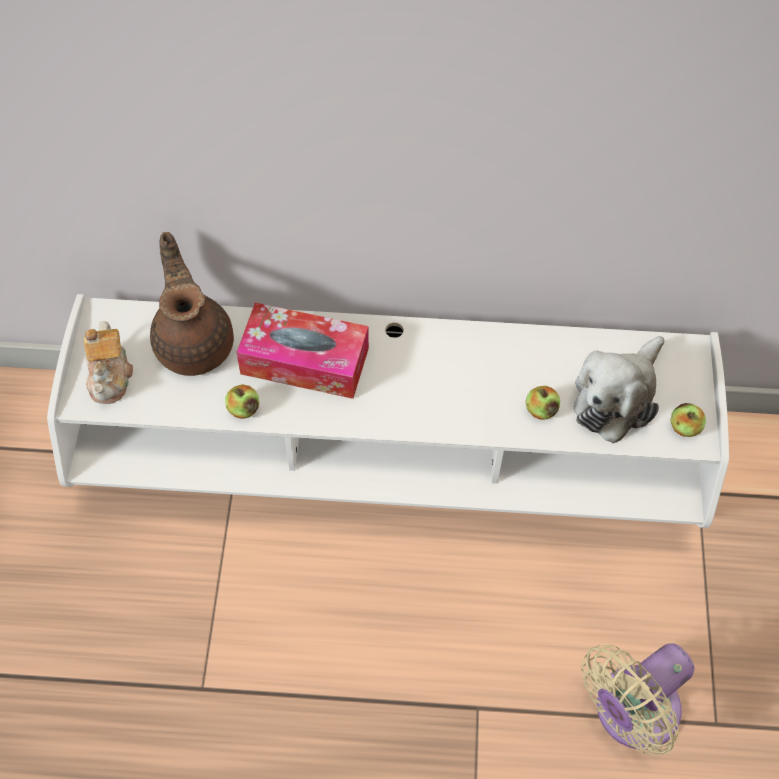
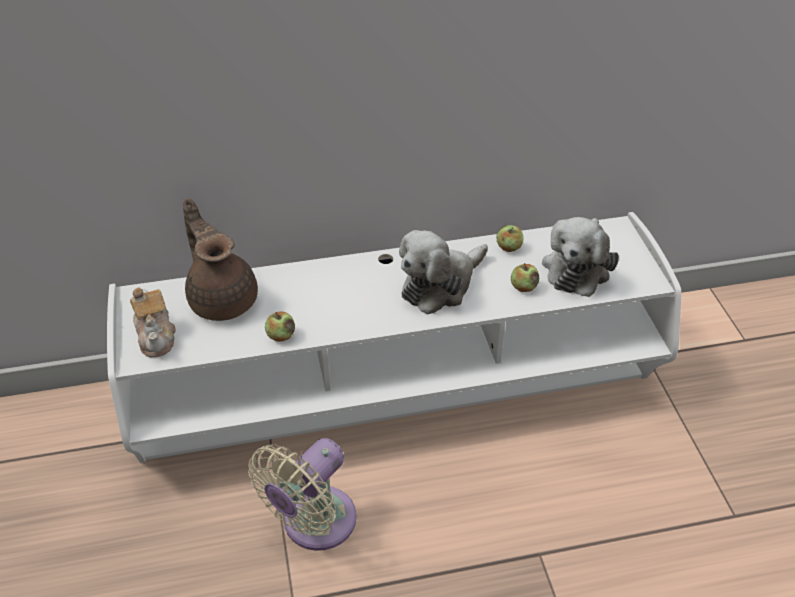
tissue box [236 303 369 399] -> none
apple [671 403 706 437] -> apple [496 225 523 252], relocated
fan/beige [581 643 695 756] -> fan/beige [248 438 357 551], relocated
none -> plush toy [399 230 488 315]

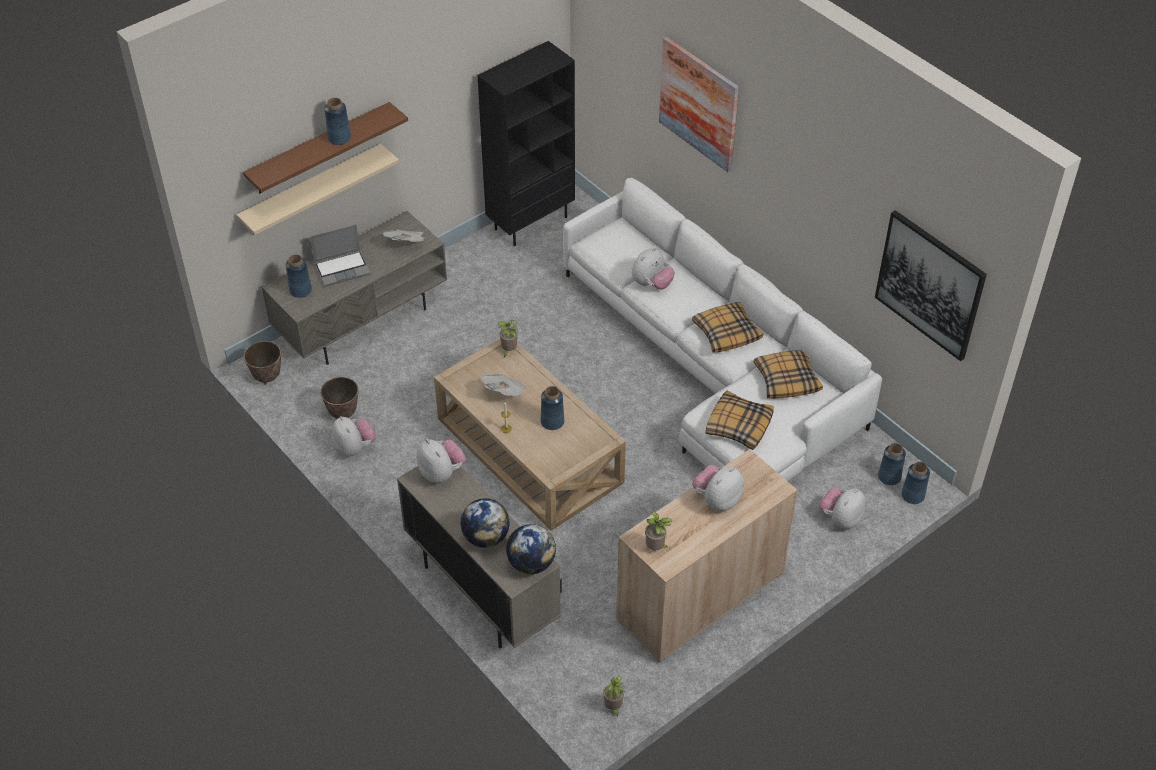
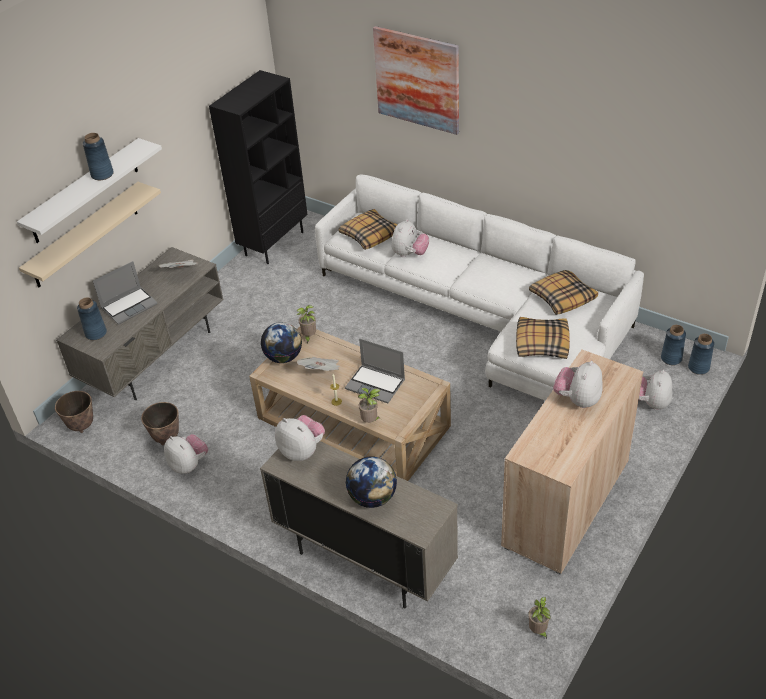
shelf/brown [243 102 408 193] -> shelf/white [17 138 162 243]
picture [875 210 987 361] -> none
pillow [692 302 763 353] -> pillow [338 209 398 250], relocated
vase/blue [541 386 564 430] -> laptop [345 338 405 403]
potted plant [645 511 672 550] -> potted plant [358 388 381 423], relocated
globe [506 524 556 574] -> globe [261 322 302 363], relocated

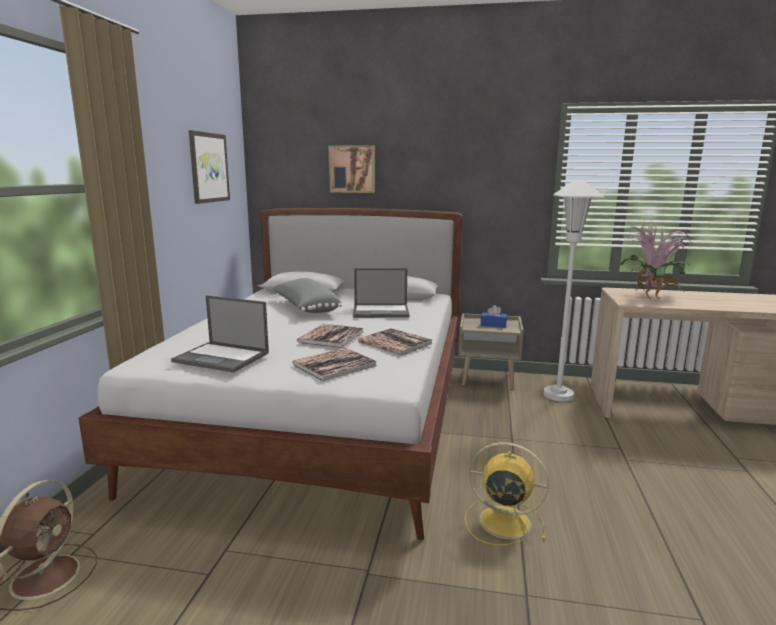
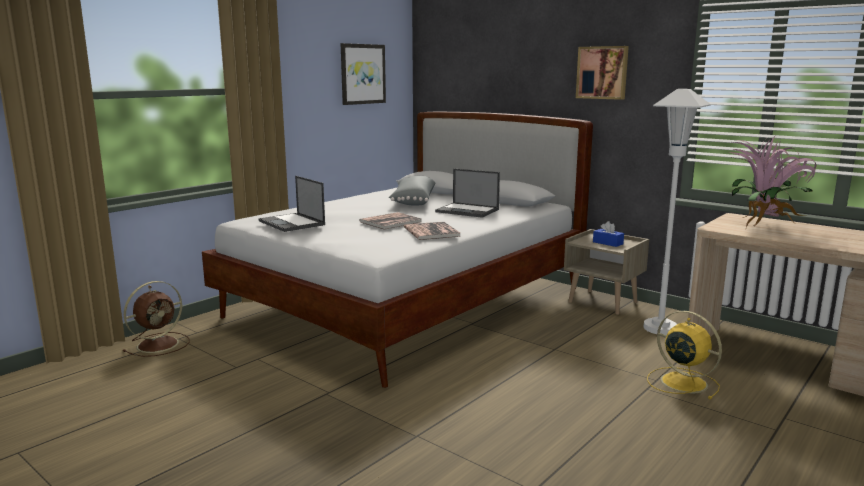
picture [329 145 375 193] -> picture [576 46 629 100], relocated
book [292 348 377 381] -> none
fan/yellow [465 442 549 546] -> fan/yellow [647 311 722 399], relocated

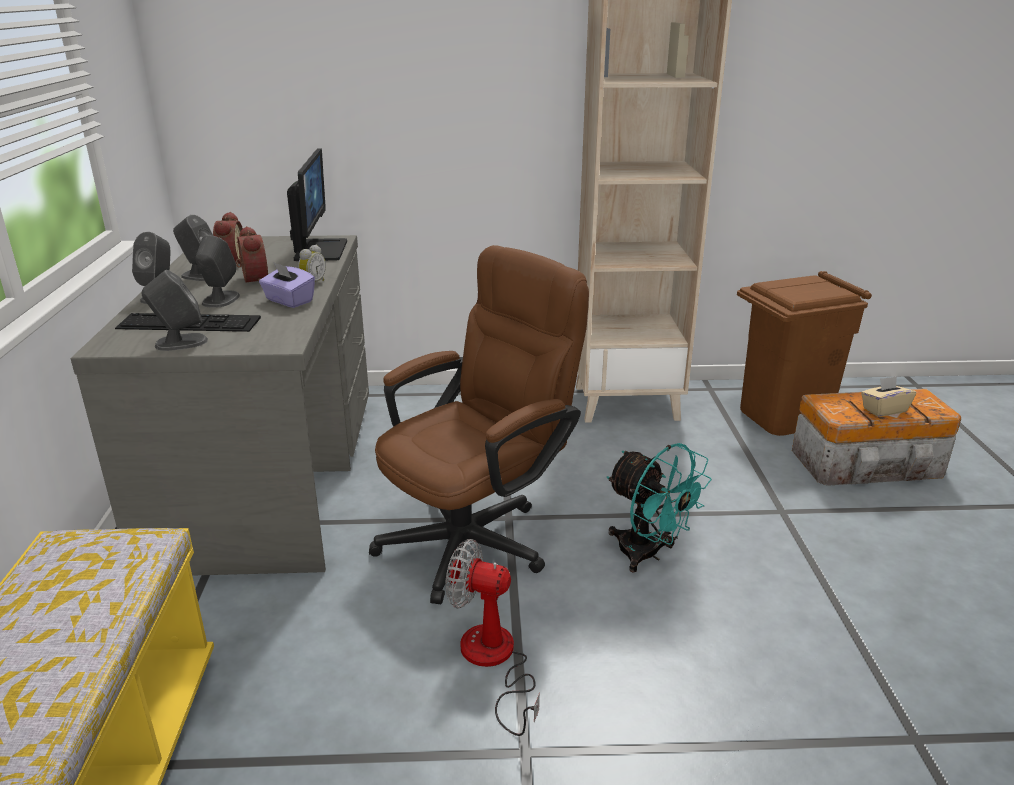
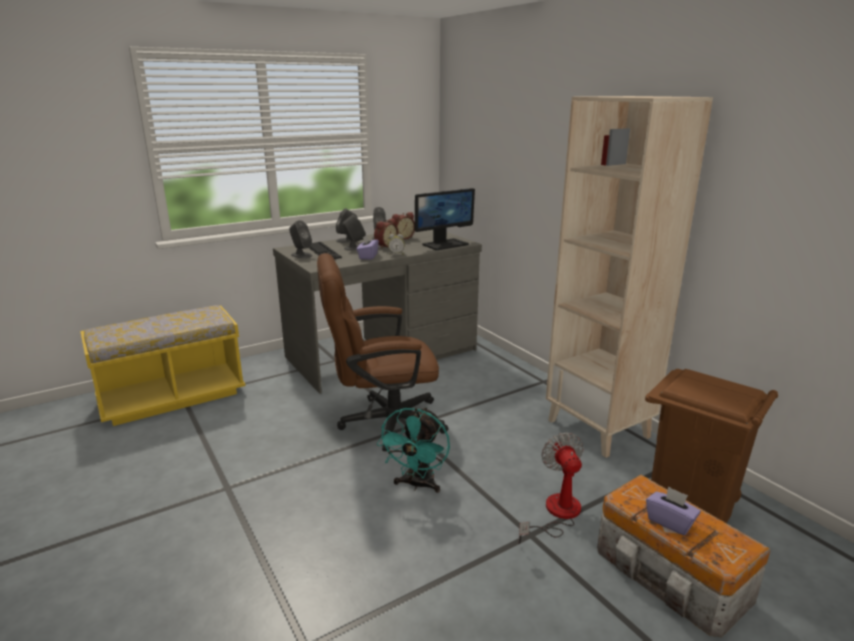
office chair/brown [369 245 589 604] -> office chair/brown [317 253 448 451], 150 degrees clockwise
tissue box/beige [861 376 916 417] -> tissue box/purple [646 486 701 536]
fan [445 539 540 736] -> fan [519 432 584 544], relocated

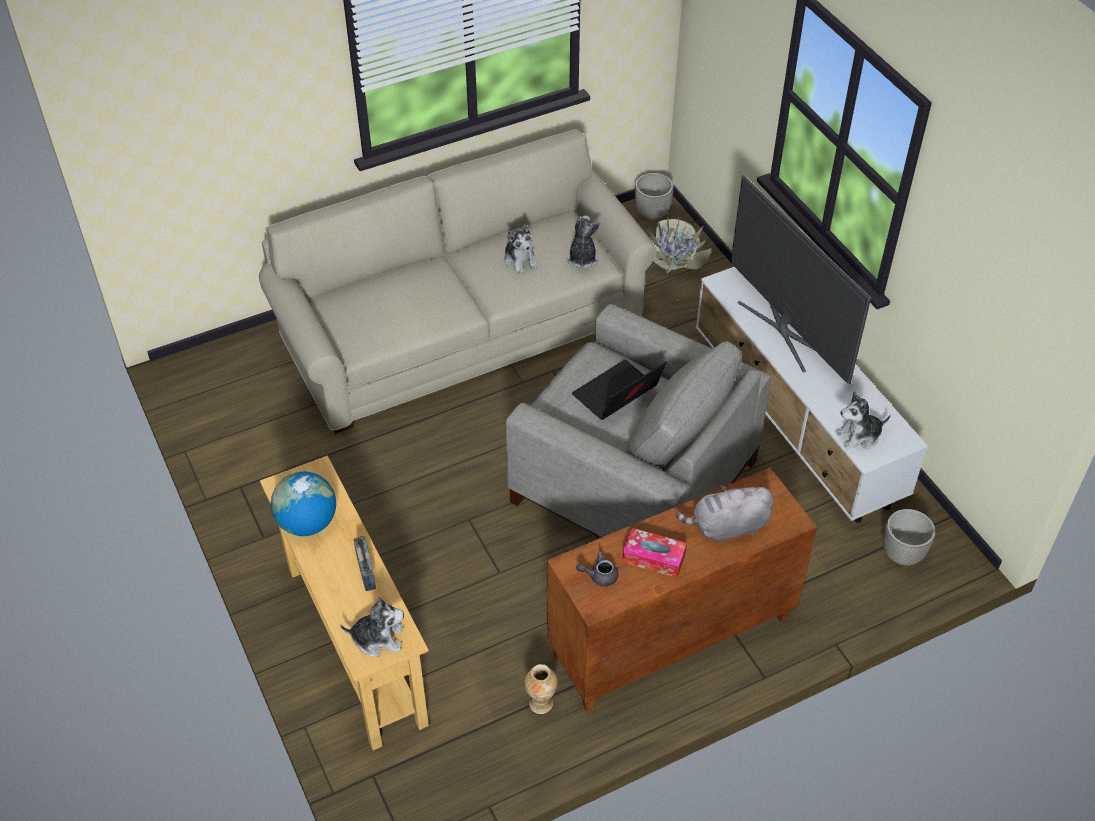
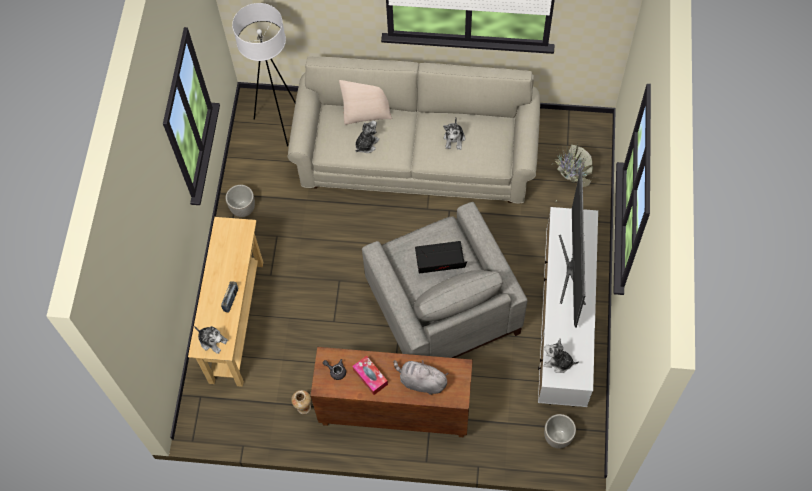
planter [635 173 674 220] -> planter [226 185 255 217], relocated
plush toy [566 216 601 268] -> plush toy [355 121 380 153], relocated
globe [271 472 336 536] -> none
none -> floor lamp/white [232 3 296 146]
none -> pillow/beige [339 80 392 125]

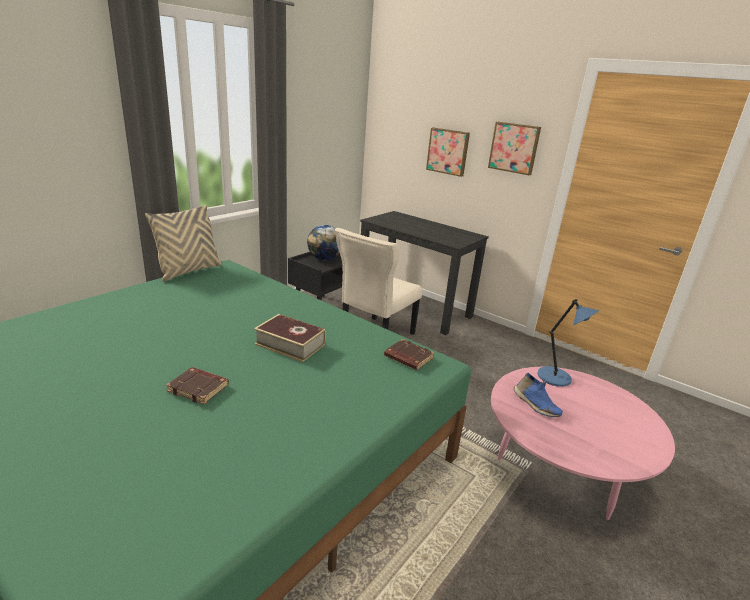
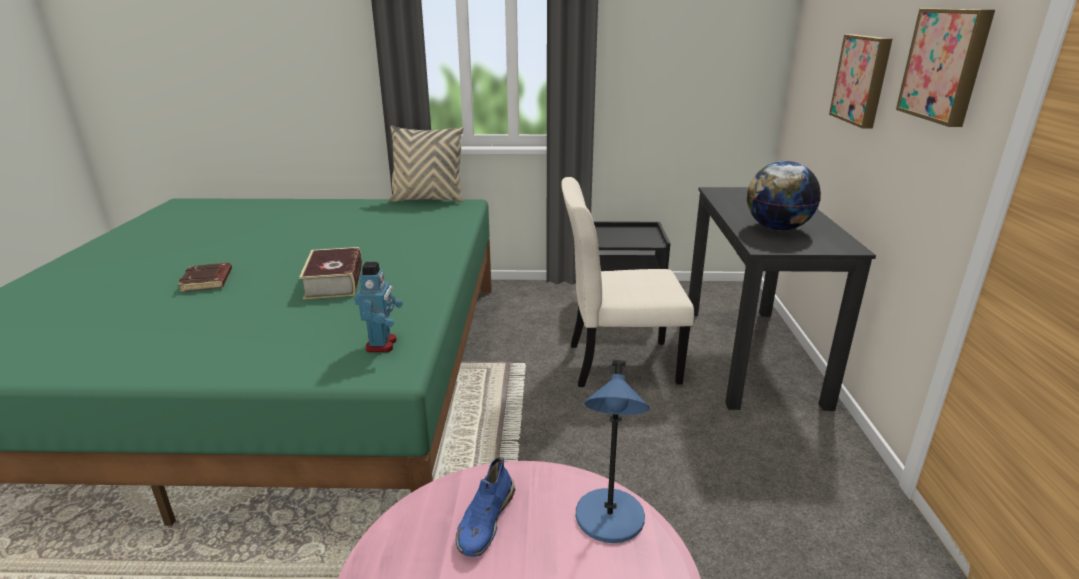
globe [307 225 339 260] -> globe [747 161 821 231], relocated
book/brown [384 339 434 370] -> toy robot [354 262 403 352]

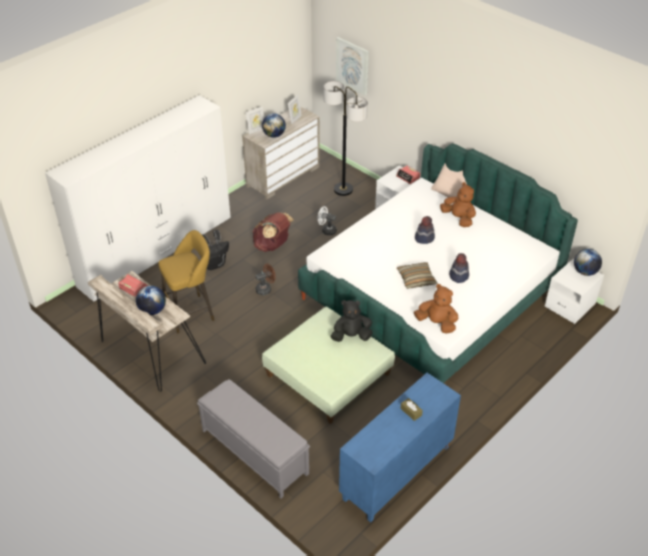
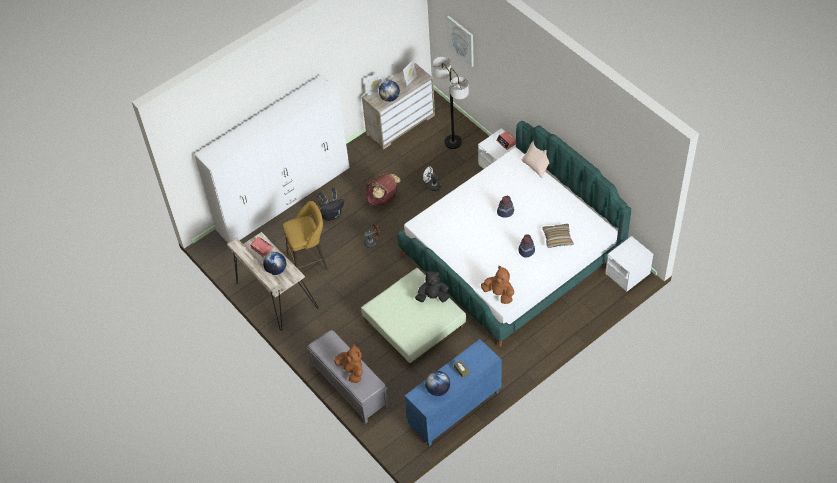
plush toy/brown [440 182 476 227] -> plush toy/brown [334 343 363 383], relocated
globe [574 249 602 276] -> globe [425 371 450 396], relocated
pillow [397 262 438 289] -> pillow [542 224 574 248], relocated

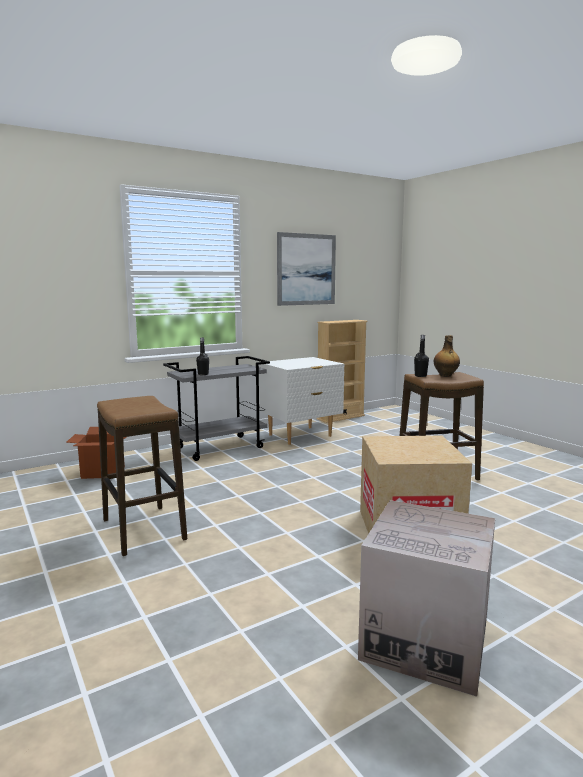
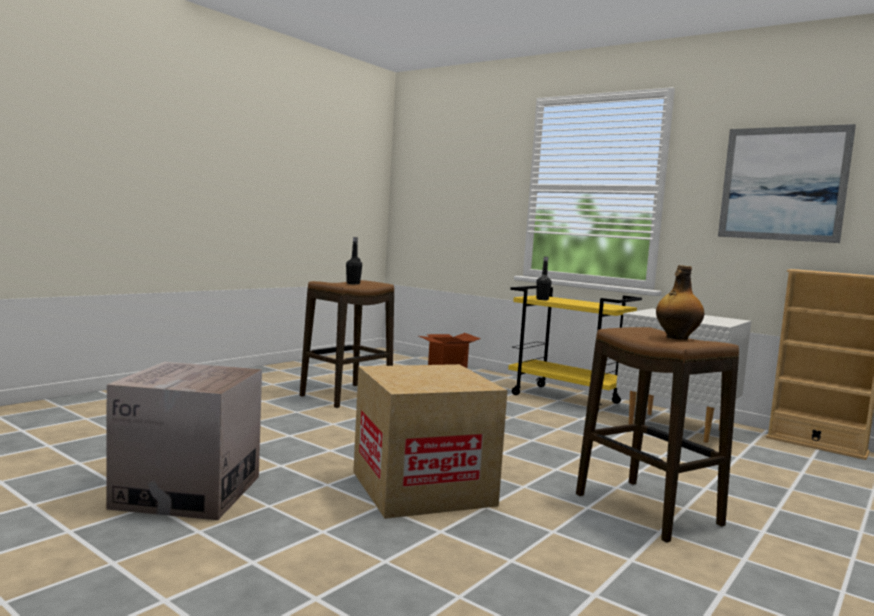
bottle/black [414 335 429 377] -> bottle/black [346 237 362 285], relocated
cart/grey [163 356 270 461] -> cart/yellow [508 286 642 411]

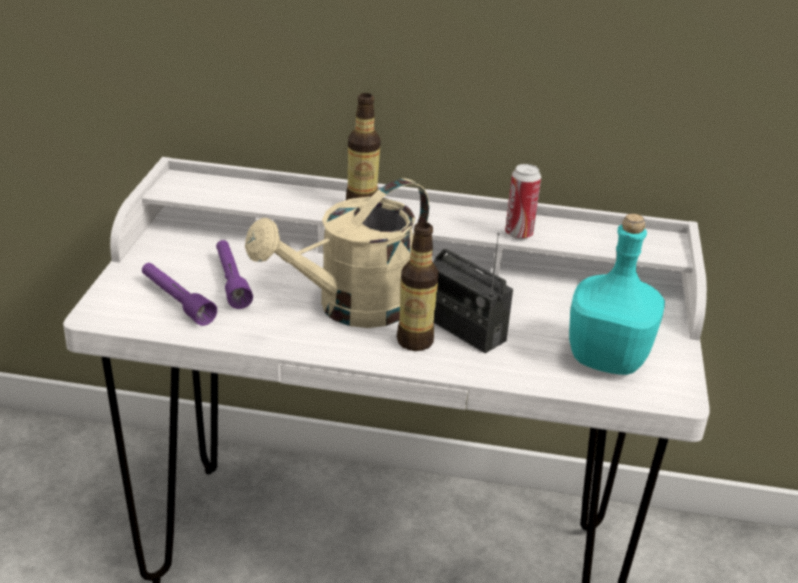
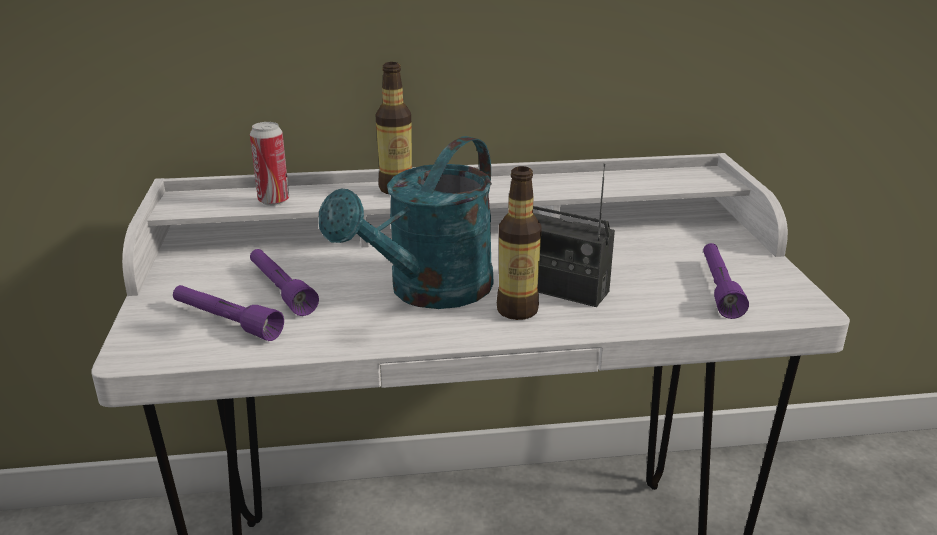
can [505 164 541 239] -> can [250 122 289 206], relocated
watering can/beige [245 178 429 328] -> watering can/turquoise [319 136 494 309]
bottle/turquoise [569 214 665 375] -> flashlight/purple [703 243 749 319]

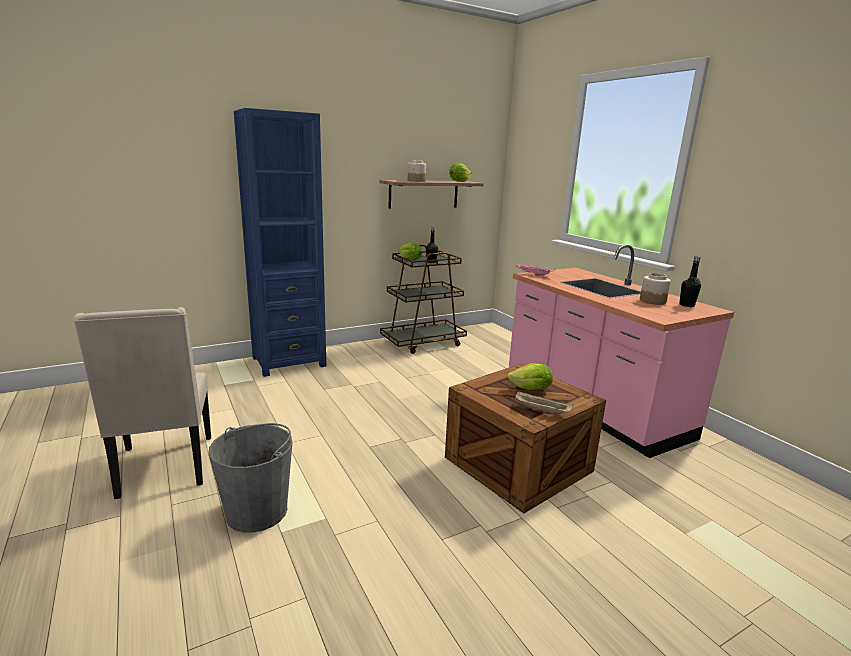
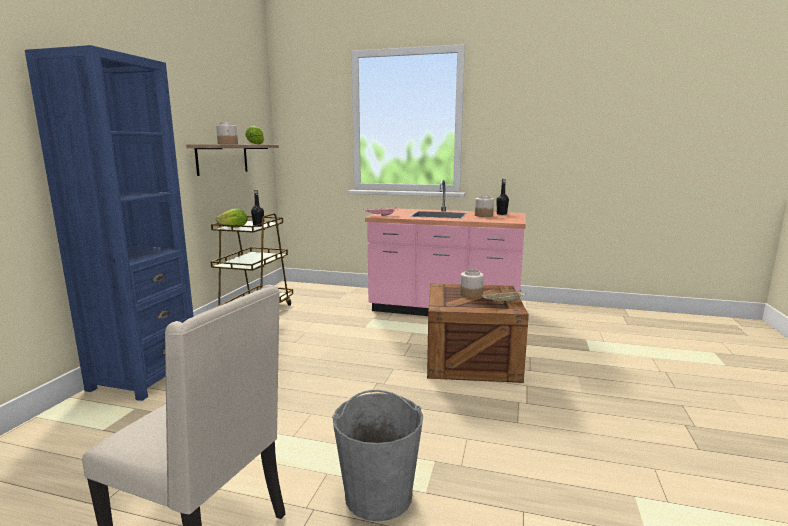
lettuce [507 363 553 390] -> jar [460 269 484 298]

